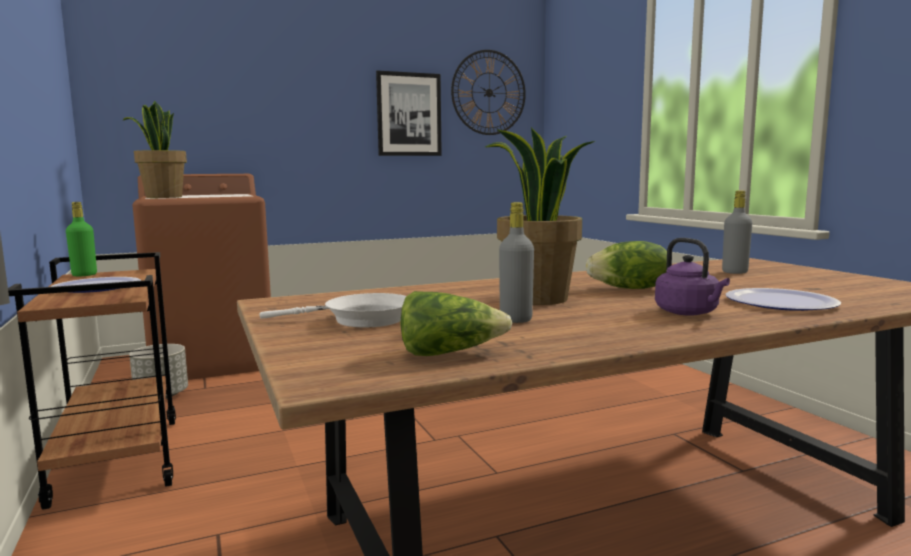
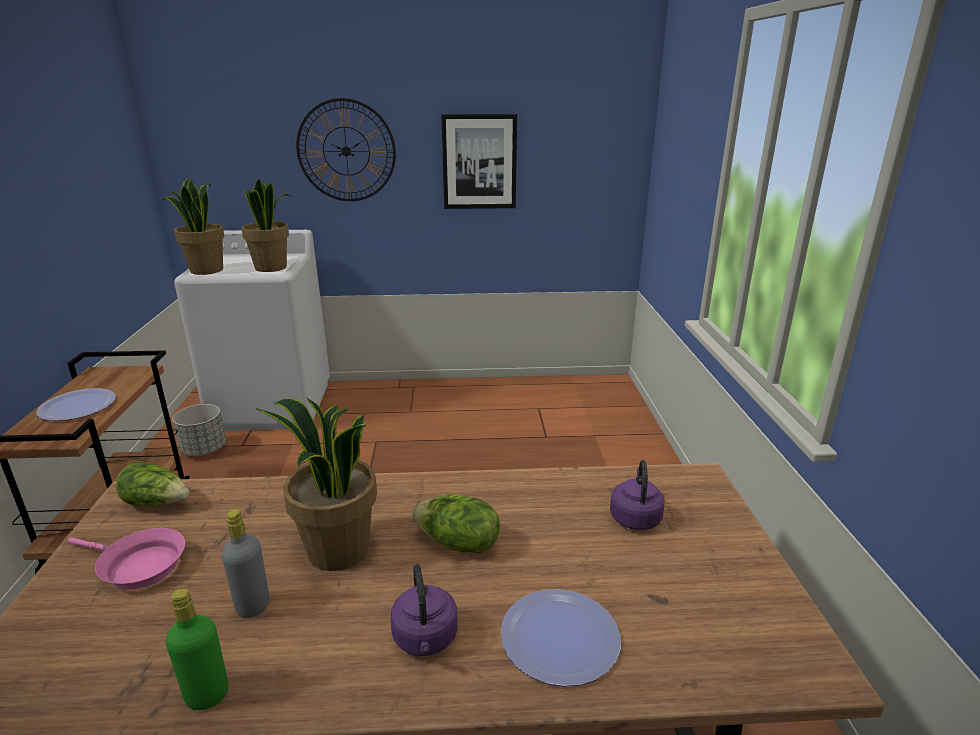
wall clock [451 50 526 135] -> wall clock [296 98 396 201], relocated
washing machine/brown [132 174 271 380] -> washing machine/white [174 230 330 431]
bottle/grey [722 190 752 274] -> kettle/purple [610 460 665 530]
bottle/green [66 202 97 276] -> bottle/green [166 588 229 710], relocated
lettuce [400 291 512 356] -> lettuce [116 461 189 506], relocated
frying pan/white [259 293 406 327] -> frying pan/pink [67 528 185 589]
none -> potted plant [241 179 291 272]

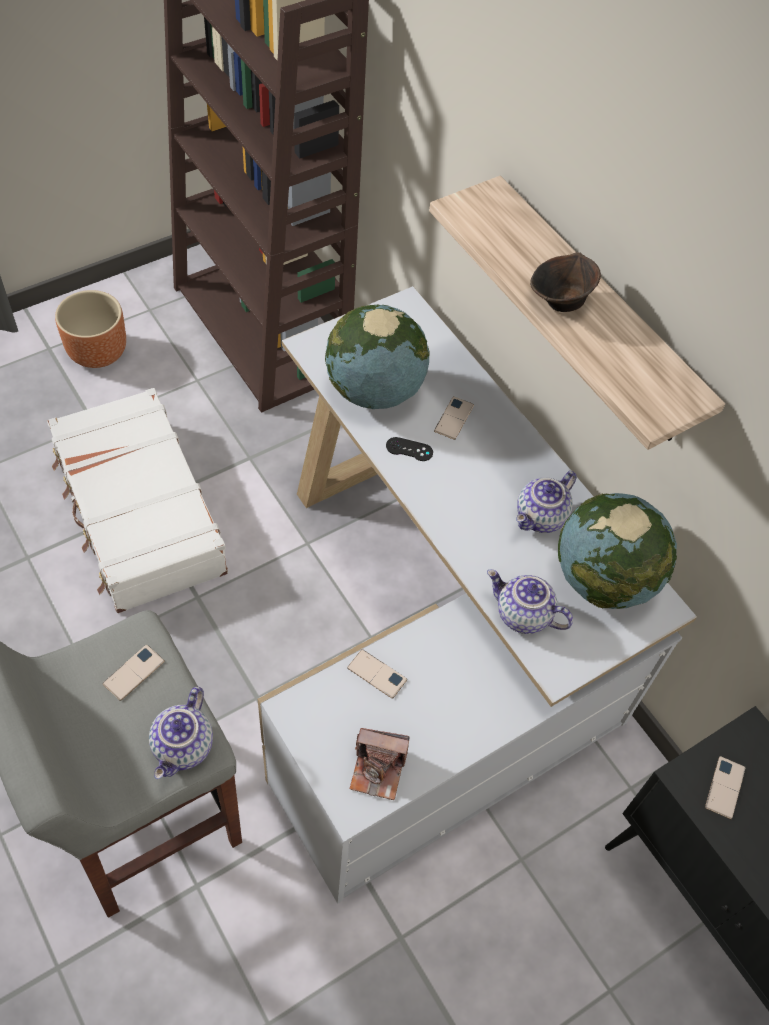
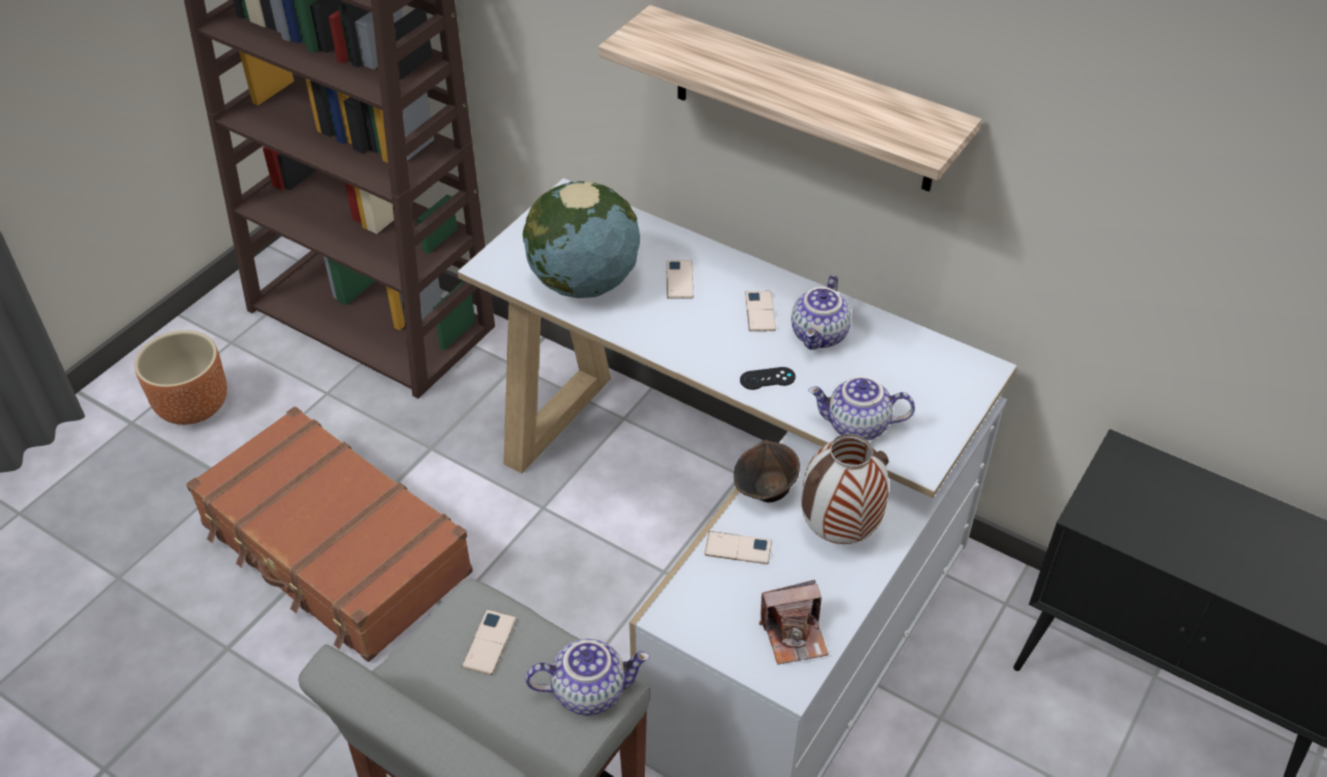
bowl/brown [530 252 601 312] -> bowl/brown [734 440 800 502], relocated
suitcase/white [47 388 228 613] -> suitcase/brown [186 406 473 662]
game controller/black [386 437 433 461] -> game controller/black [740 367 796 390], relocated
globe [558 493 677 609] -> none
teapot [149 687 213 779] -> teapot [525 639 650 716], 90 degrees counterclockwise
phone [705 756 745 819] -> phone [745 291 776 331], relocated
none -> vase [801 434 889 544]

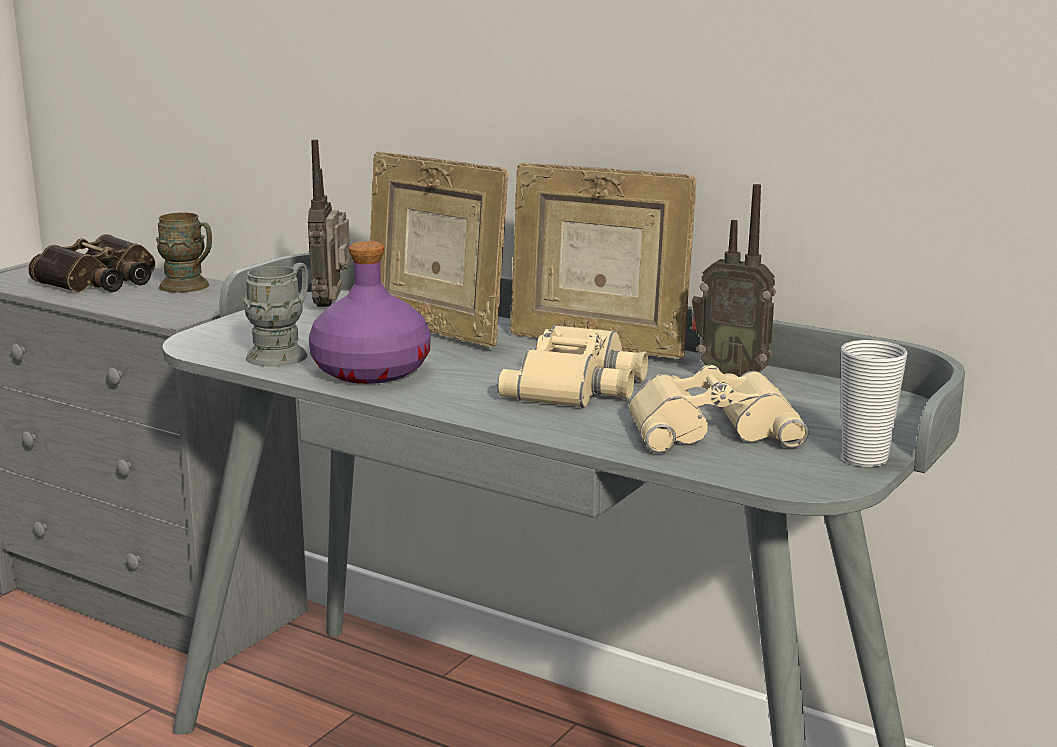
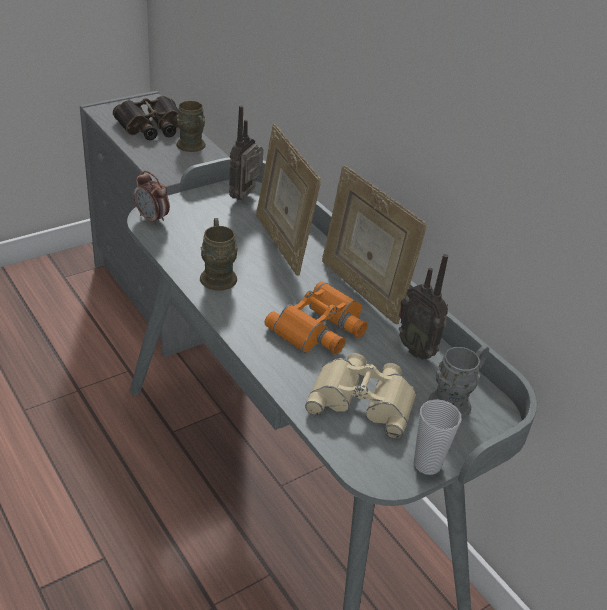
bottle/purple [309 241 431 384] -> mug/brown [200 218 238 291]
mug/grey [243 262 308 367] -> mug/grey [428 345 489 419], relocated
binoculars/beige [497 325 648 408] -> binoculars/orange [264 282 368 354]
none -> alarm clock [134 171 170 226]

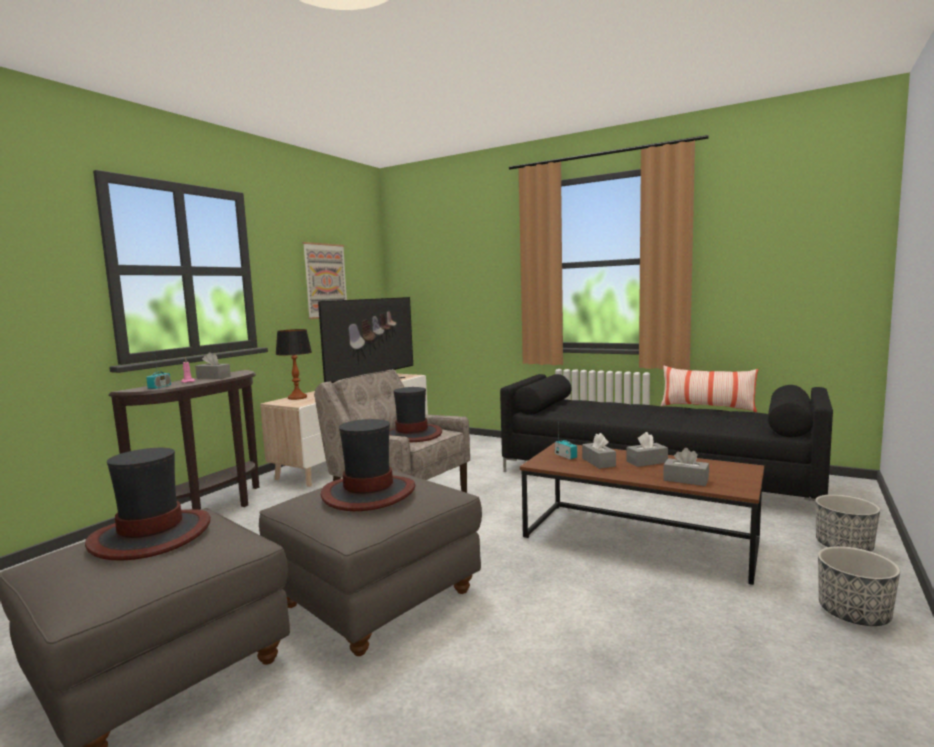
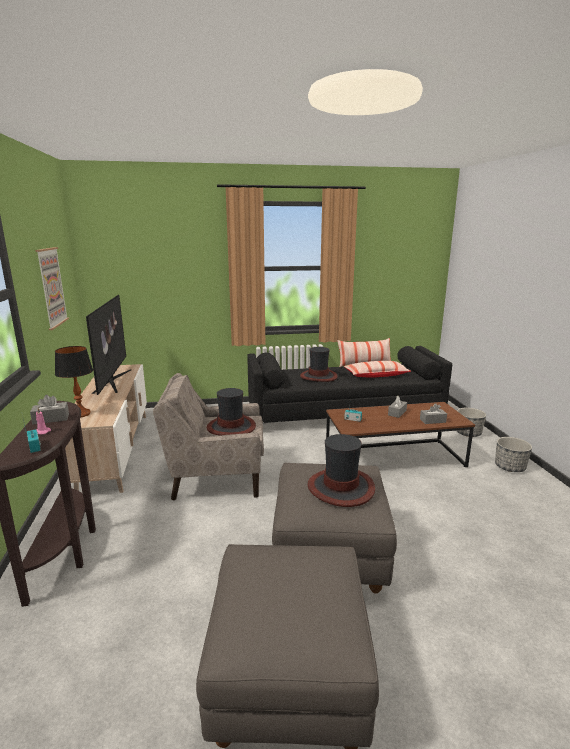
tissue box/grey [582 433 616 469] -> none
hat [85 448 211 561] -> hat [300 347 338 382], relocated
none -> pillow [344 361 411 378]

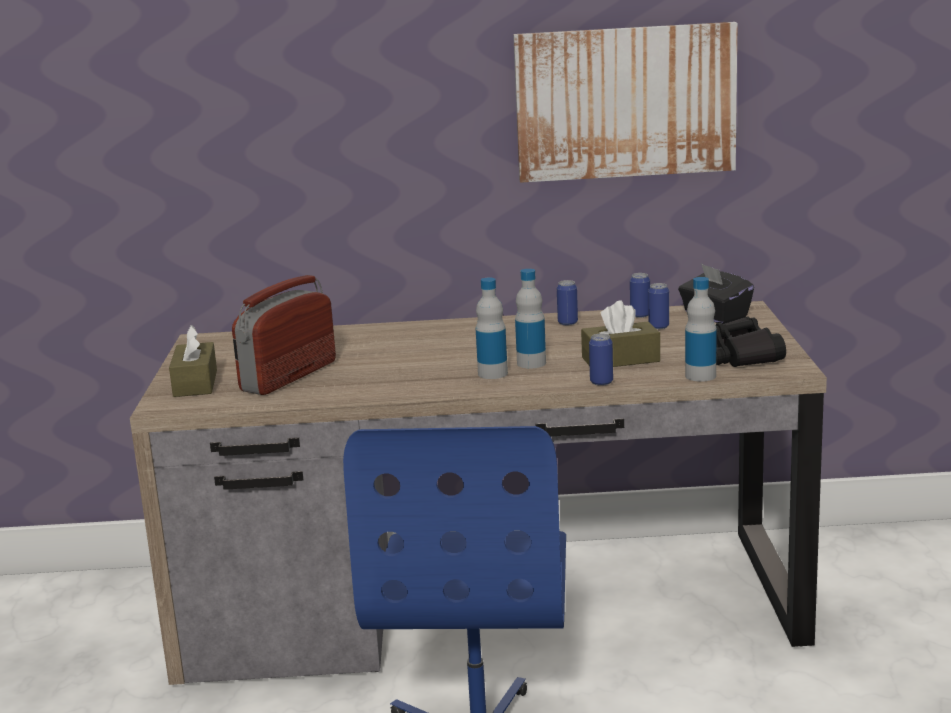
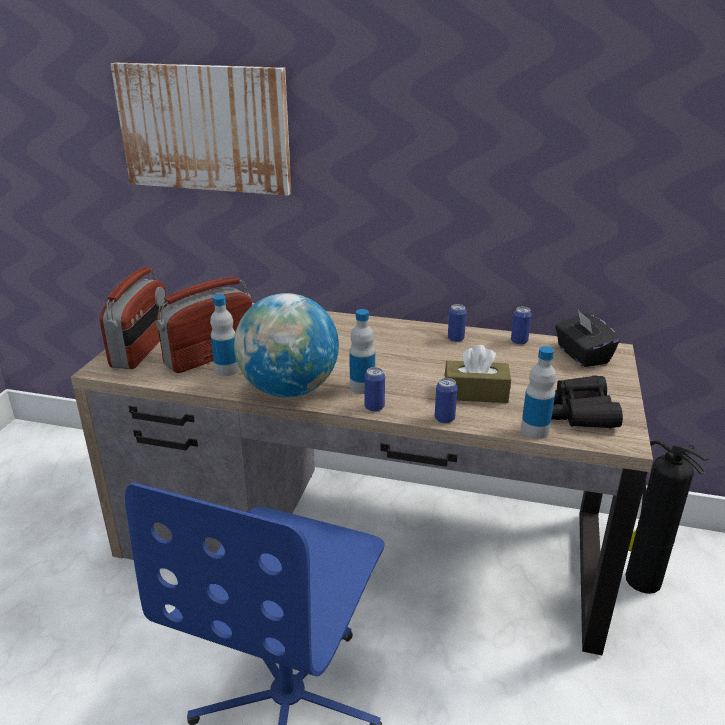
picture [513 22 738 183] -> picture [111 63 291 196], relocated
bottle [515 269 546 369] -> bottle [210 294 239 376], relocated
can [648 283 669 329] -> can [365 367 385 412], relocated
tissue box/brown [169 325 217 397] -> radio [99 267 168 369]
none -> globe [234 293 339 397]
none -> fire extinguisher [625 440 709 594]

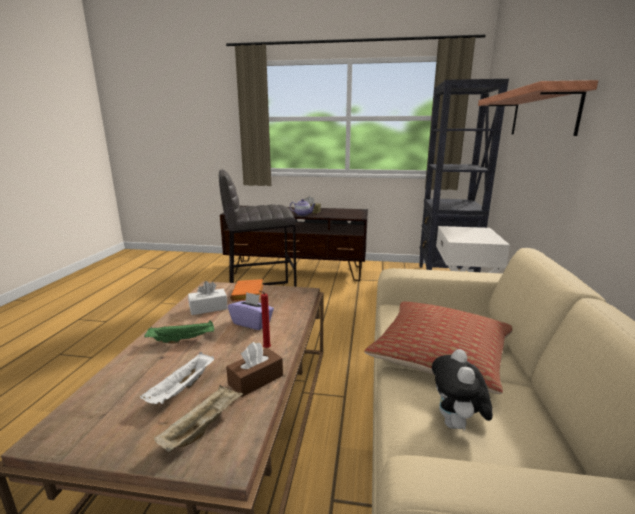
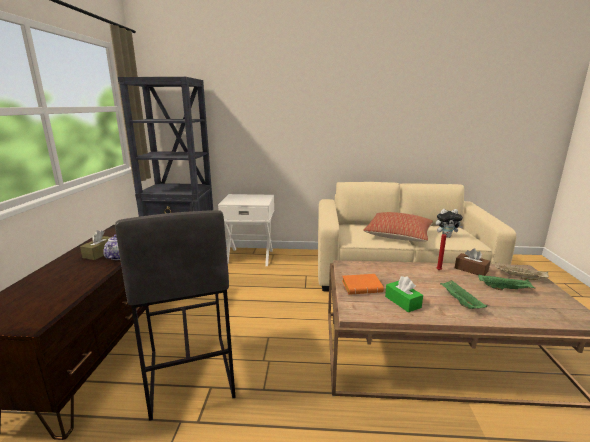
shelf [478 80 598 136] -> none
tissue box/white [188 281 228 315] -> tissue box/green [385 276 423 313]
tissue box/purple [228 292 274 330] -> none
tray/white [140 352 214 404] -> tray/green [478 274 535 290]

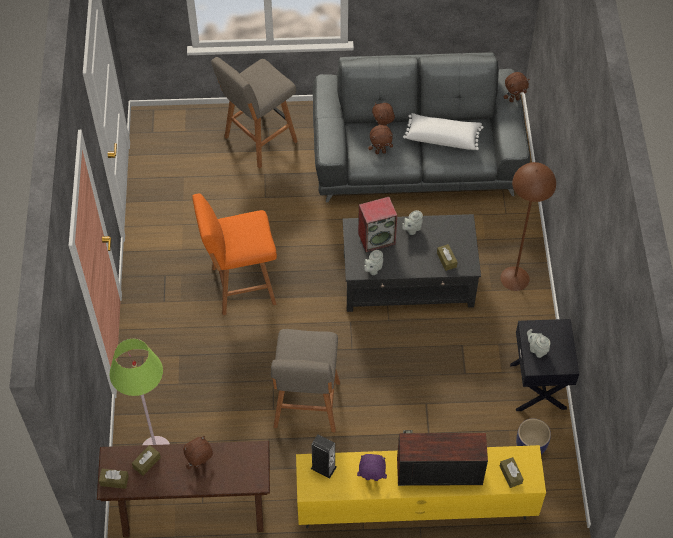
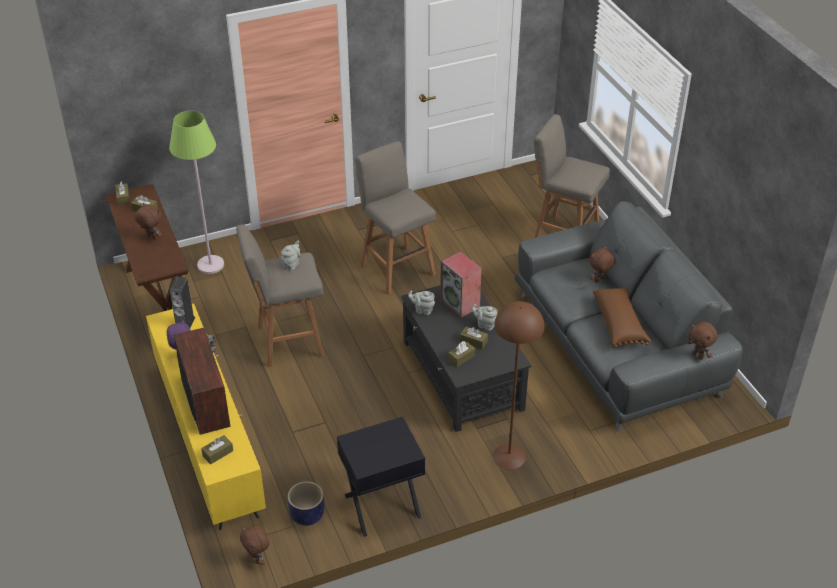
pillow/white [403 113 484 150] -> pillow/brown [593 287 651 348]
plush toy/brown [368 125 393 154] -> plush toy/brown [240 526 270 565], relocated
stool/orange [192 194 277 315] -> stool/grey [355 141 436 295]
teapot/grey [527 329 550 358] -> teapot/grey [281 241 301 271], relocated
none -> tissue box/brown [460 327 488 349]

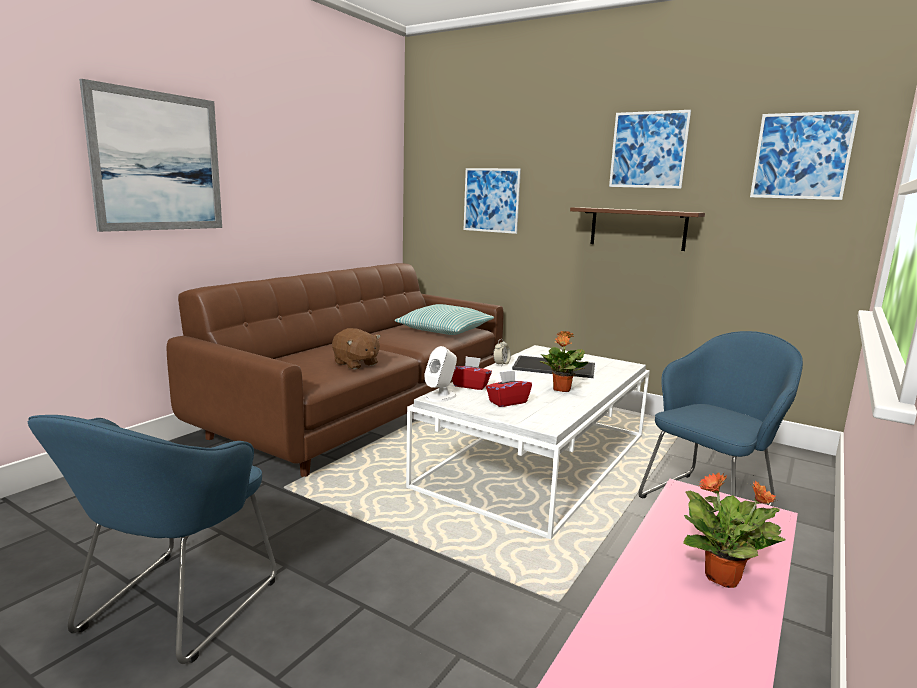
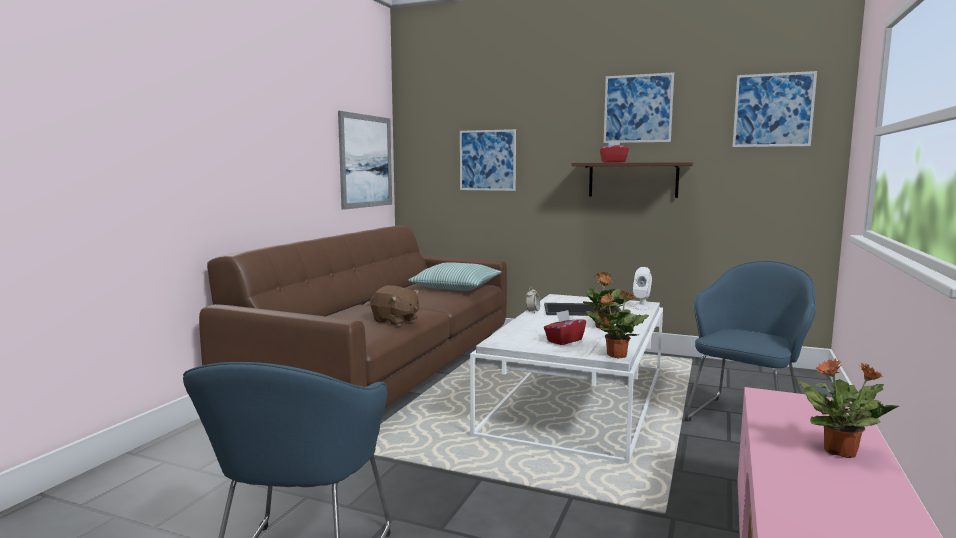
picture [79 79 222 232] -> picture [338 111 392 210], relocated
speaker/white [424 346 457 402] -> speaker/white [632 267 652 309], relocated
tissue box/red [452 356 492 390] -> tissue box/red [600 141 629 163], relocated
none -> potted plant [587 290 649 358]

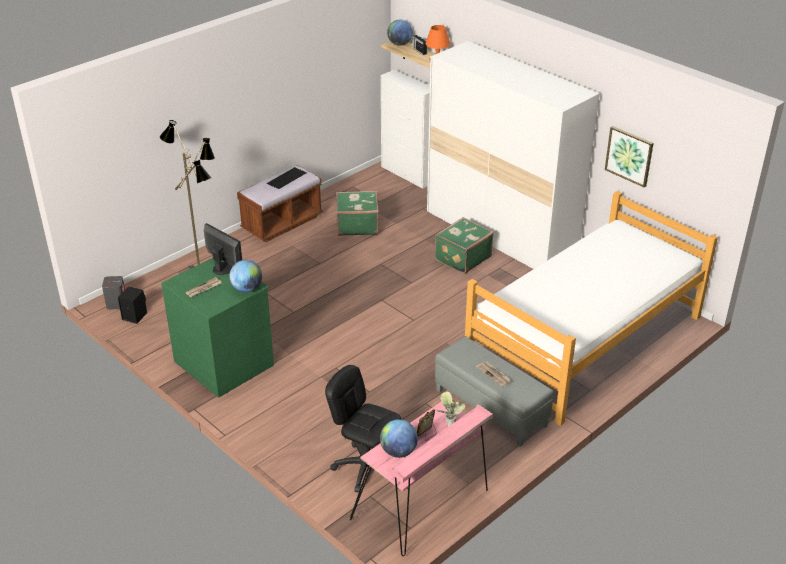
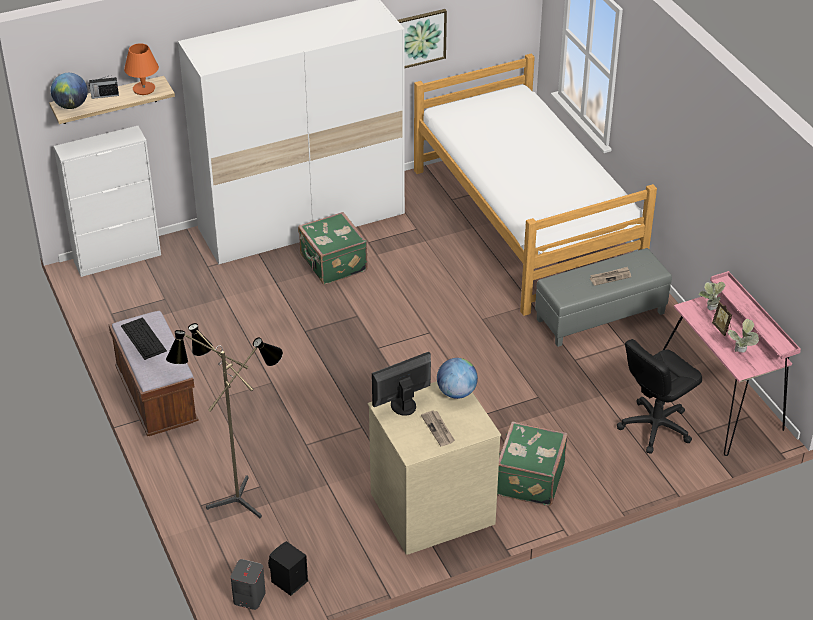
suitcase/green [336 191 379 236] -> suitcase/green [497 421 568 506], relocated
dresser/green [161 258 274 398] -> dresser/beige [368 381 501 555]
globe [380 419 418 458] -> potted plant [728 319 759 353]

